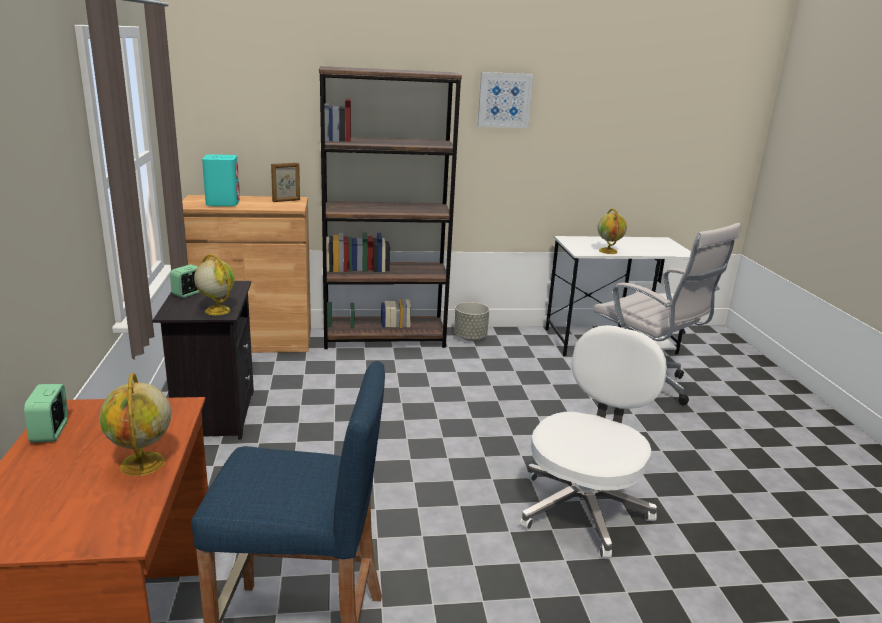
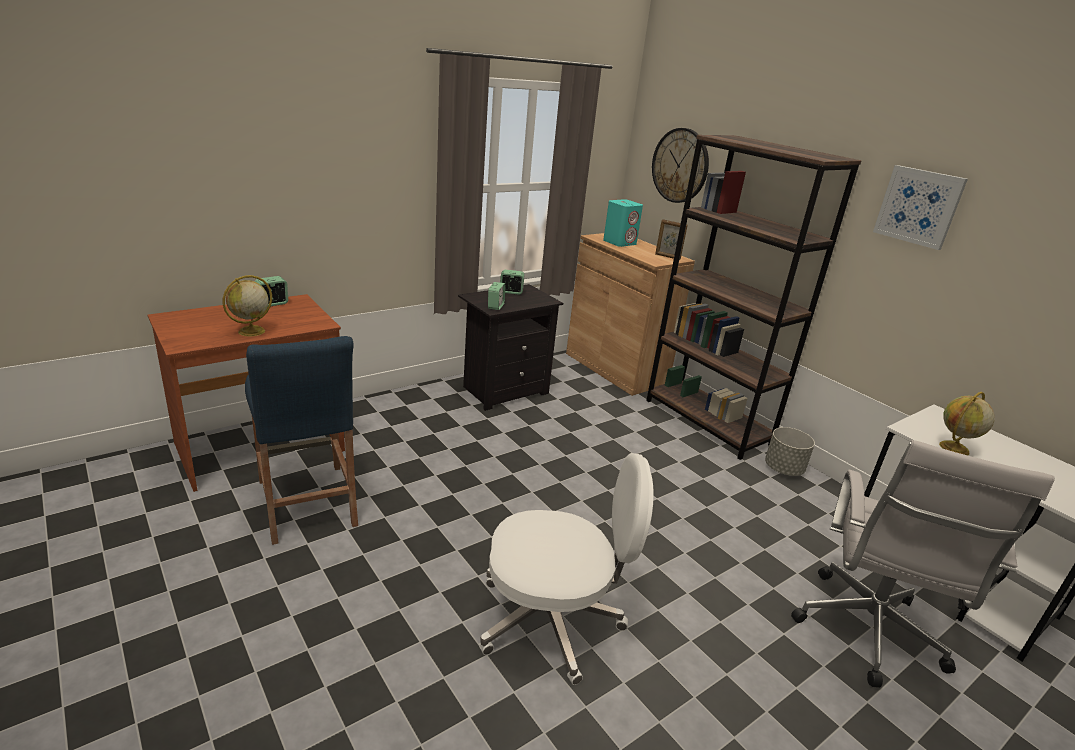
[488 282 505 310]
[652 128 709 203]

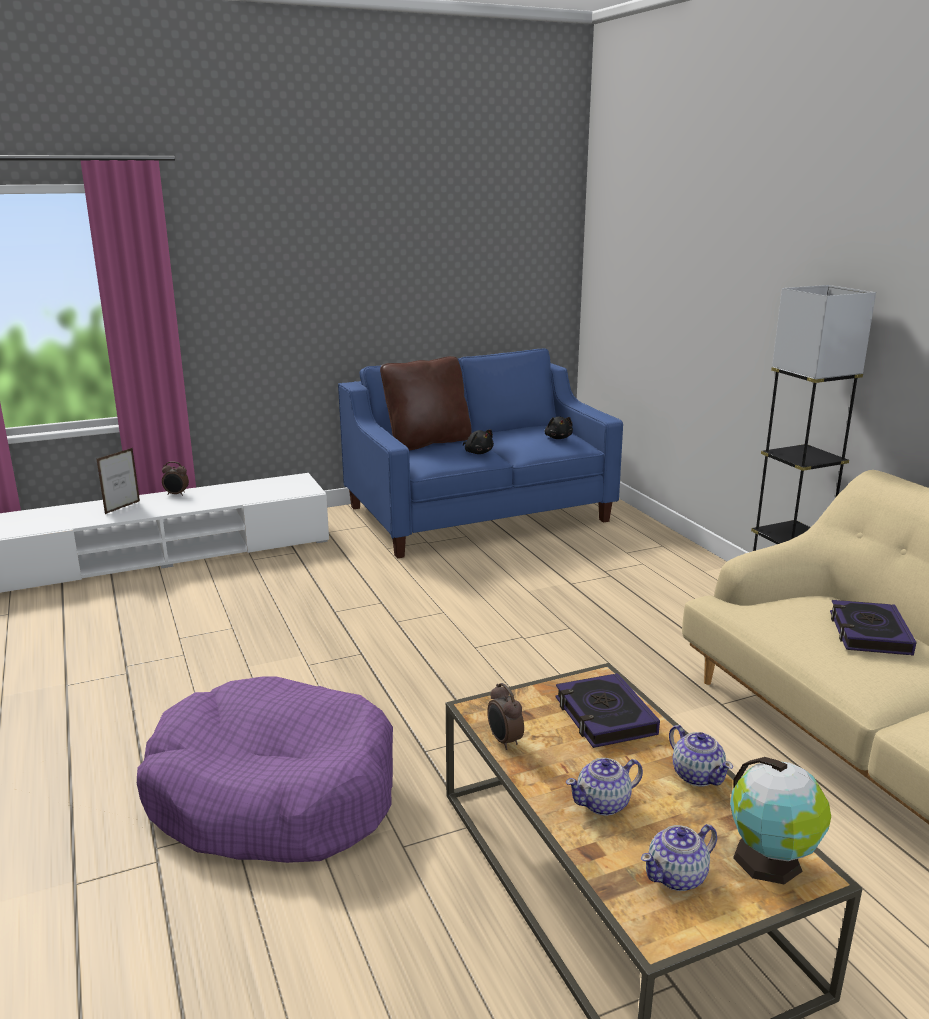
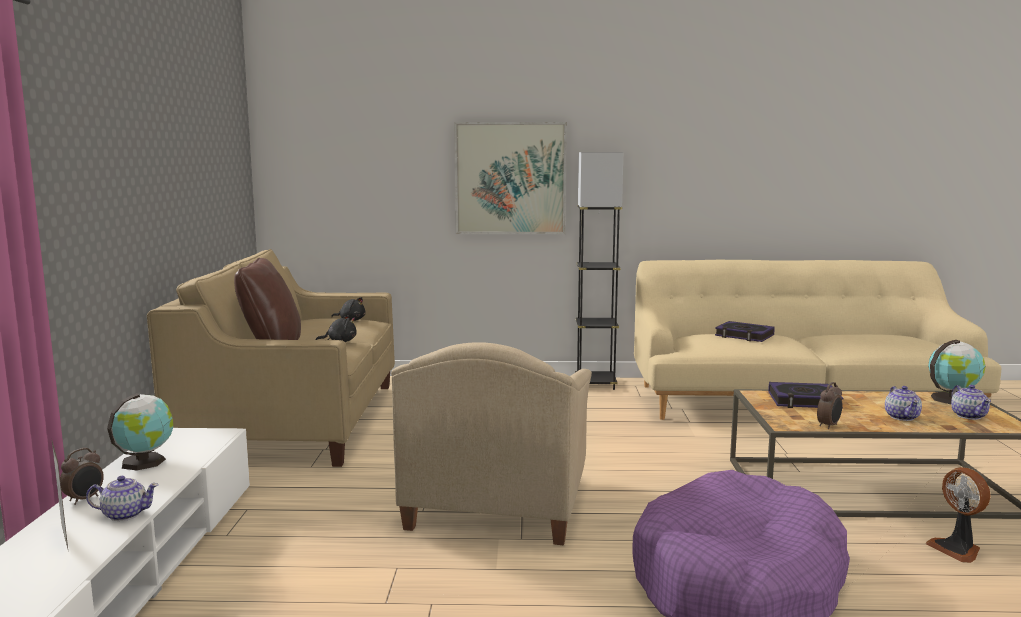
[147 249 395 467]
[817 382 842 429]
[86 476 159 521]
[454 122 567 234]
[391 342 592 545]
[107 393 173 471]
[926 467 991 563]

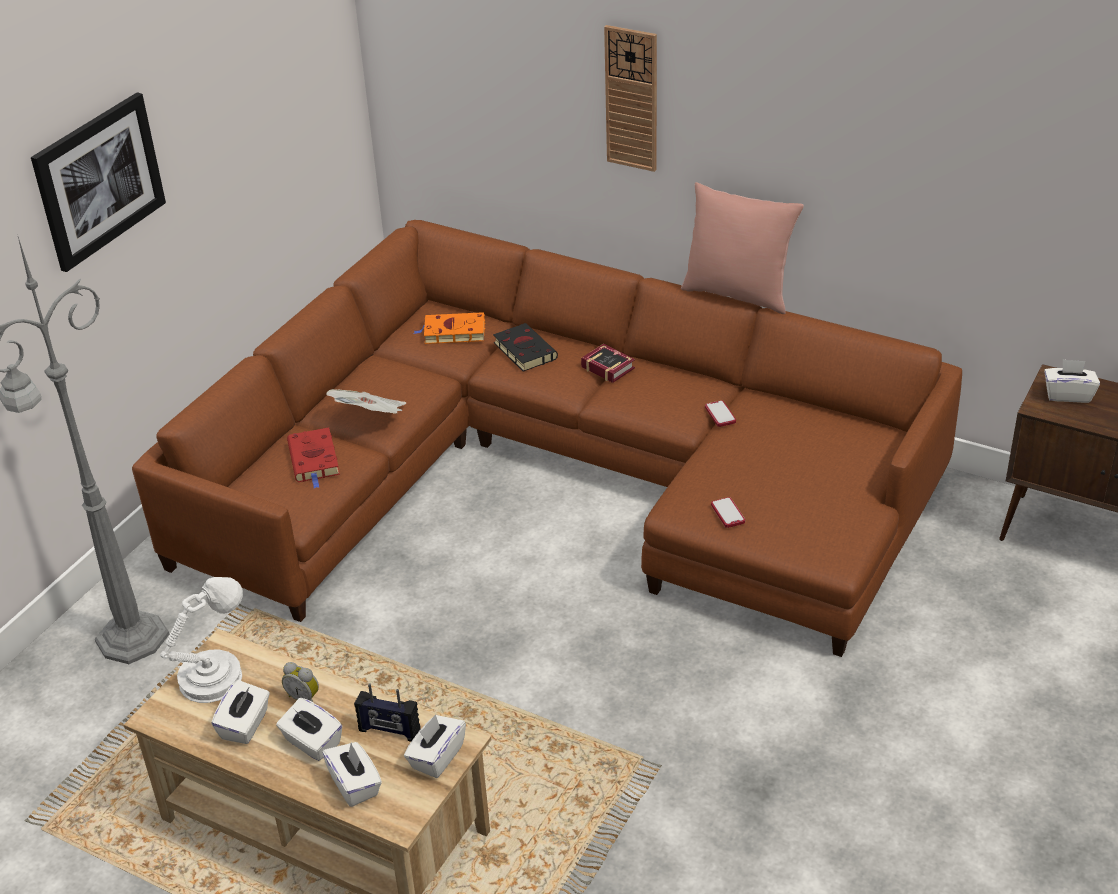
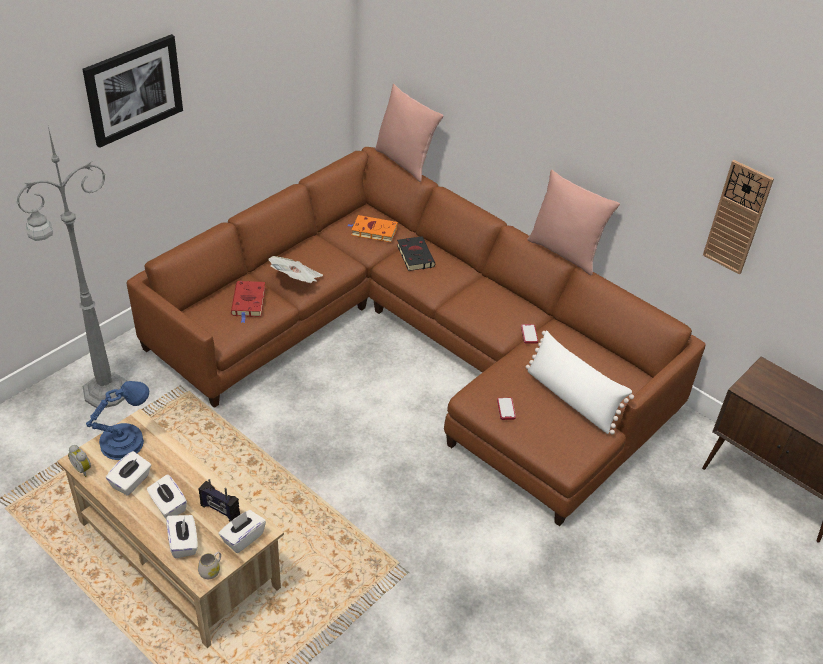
[703 160 774 275]
[581 344 635 383] (first image)
[1044 359 1100 403] (first image)
[86 381 149 460]
[68 445 91 477]
[375 84 443 182]
[526 330 634 435]
[198 552 221 579]

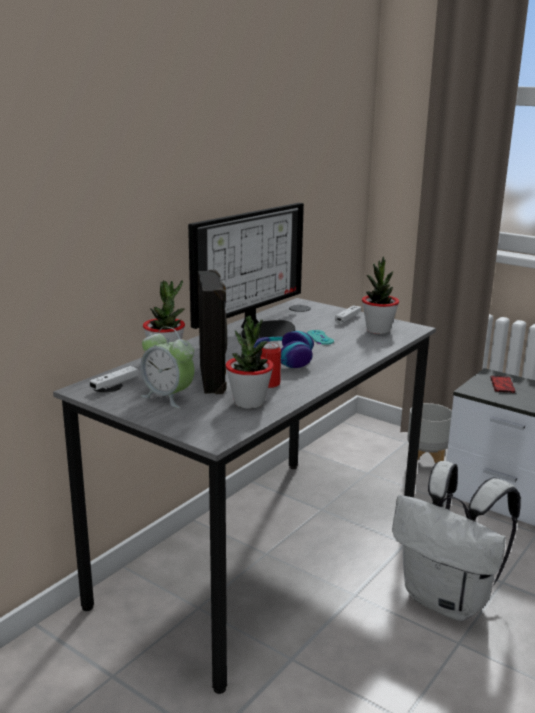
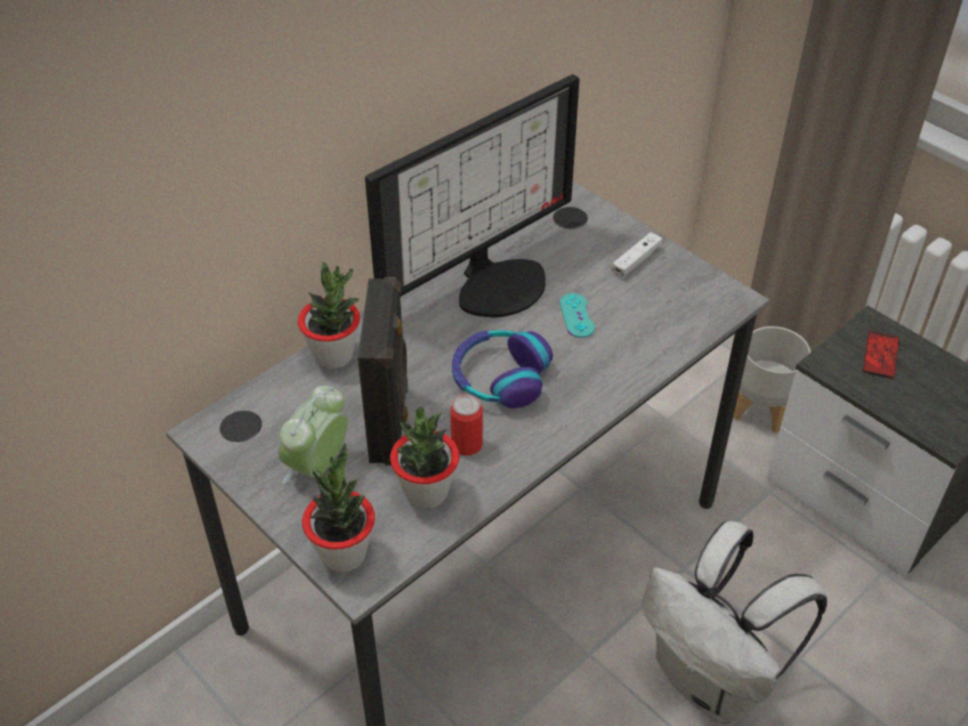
[302 443 375 573]
[278 386 348 484]
[89 366 138 390] (first image)

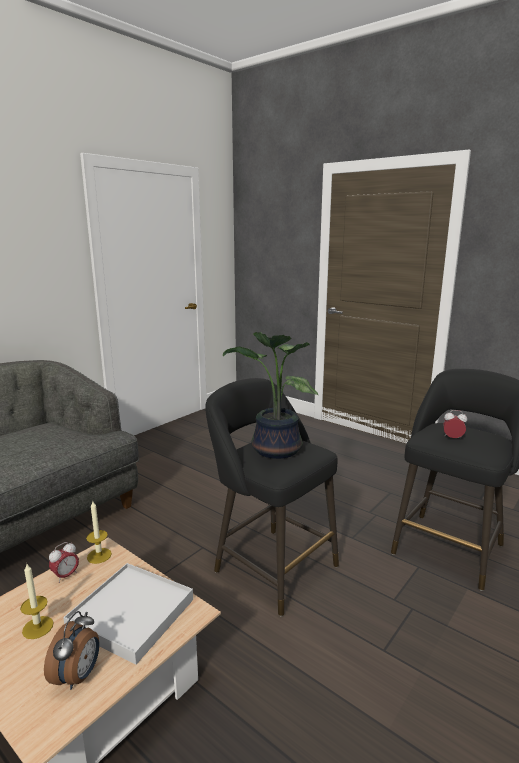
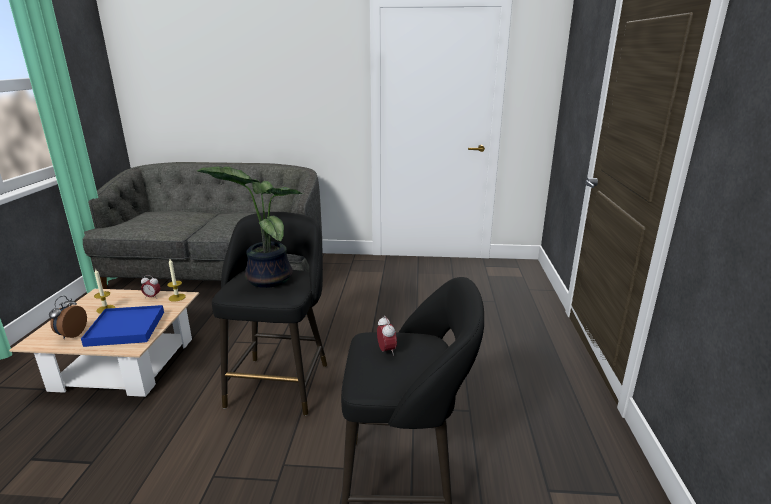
[81 305 164 347]
[49 296 87 339]

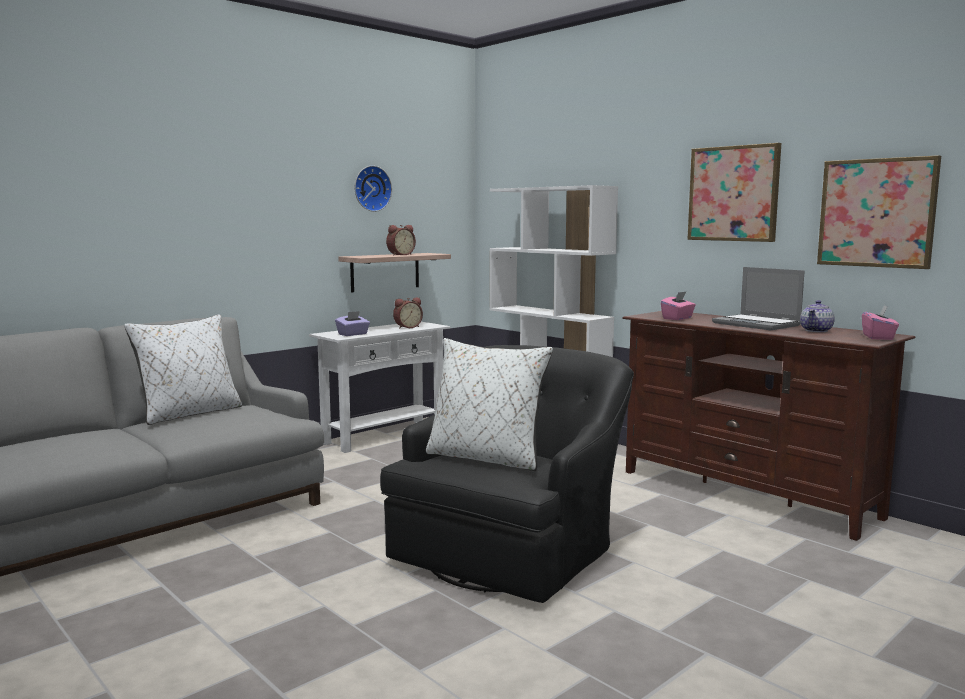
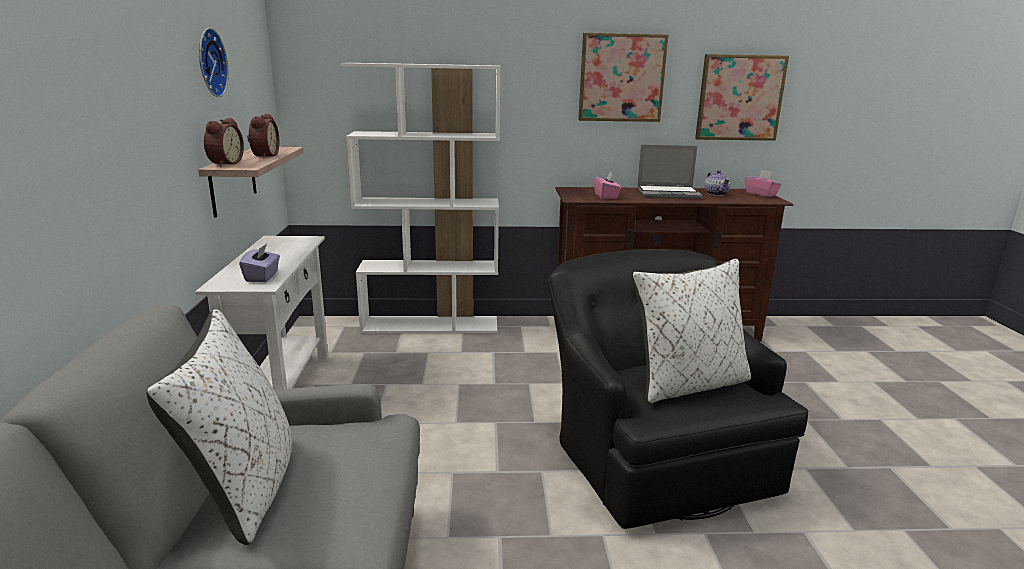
[204 118 244 167]

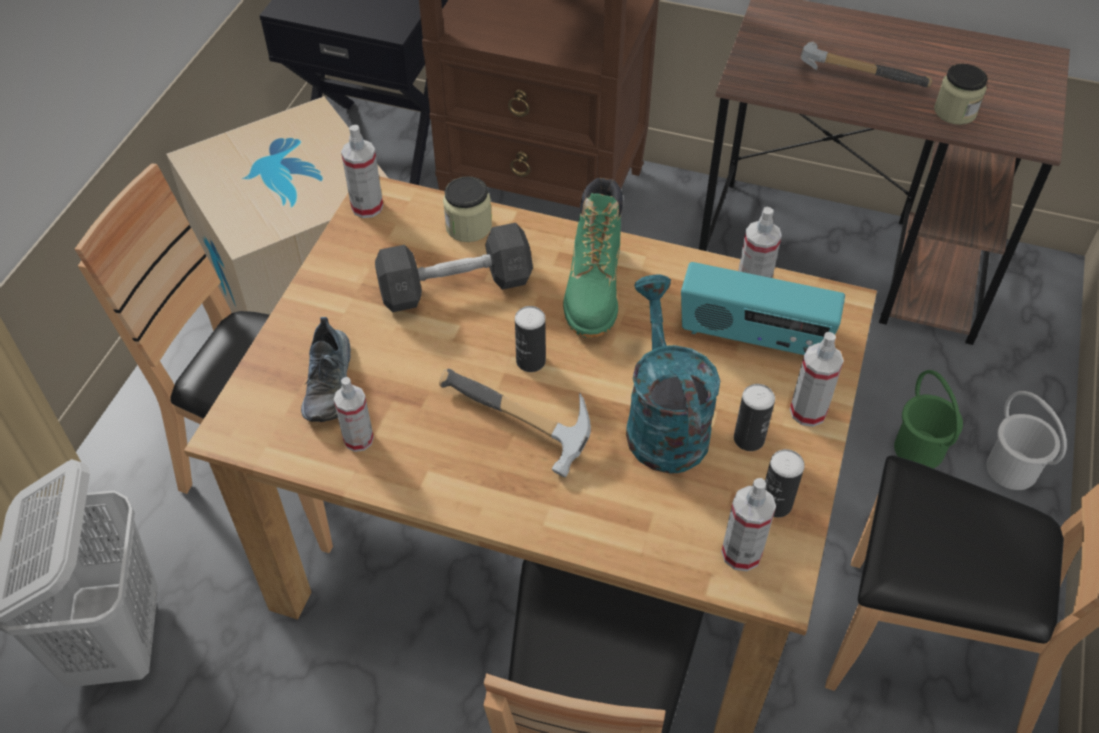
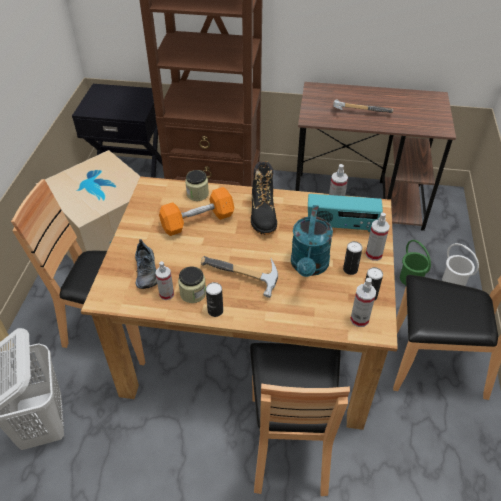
[178 267 206 303]
[341 125 383 218] (first image)
[251 161 277 235]
[159 187 234 236]
[291 205 333 277]
[206 282 223 317]

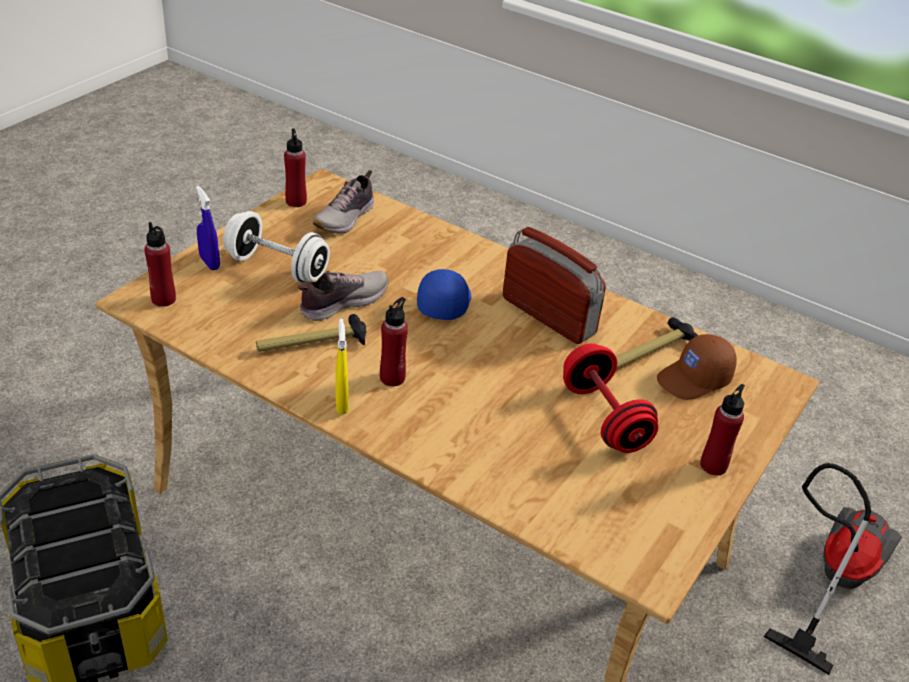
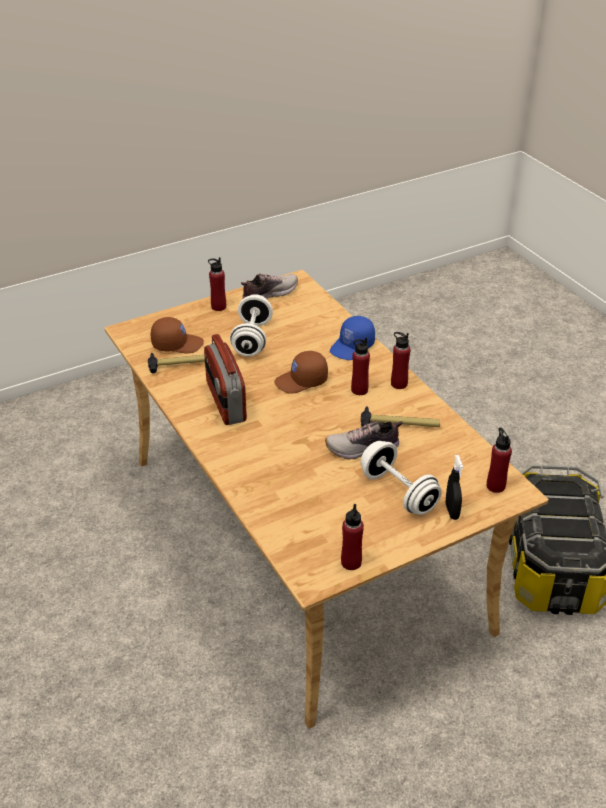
[241 274 298 299]
[445 455 463 520]
[330 316 375 360]
[391 332 411 389]
[230 294 273 356]
[763 463 902 675] (first image)
[274 351 328 394]

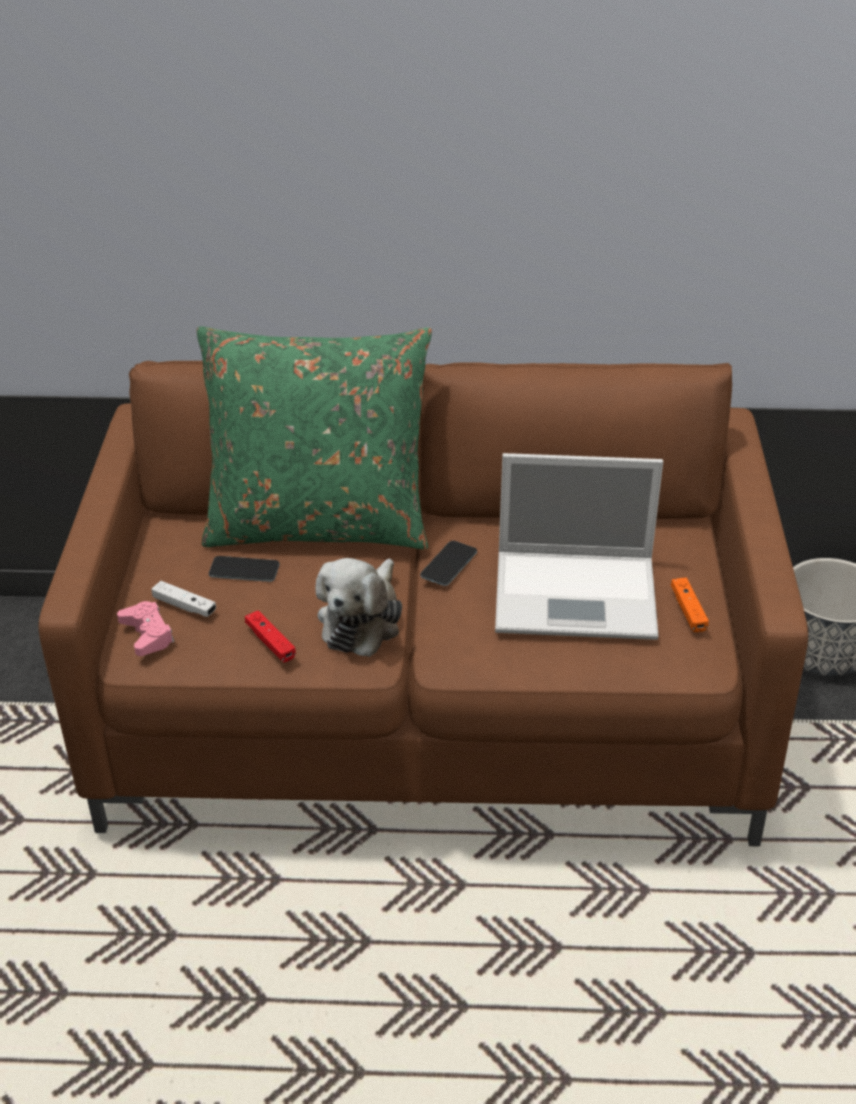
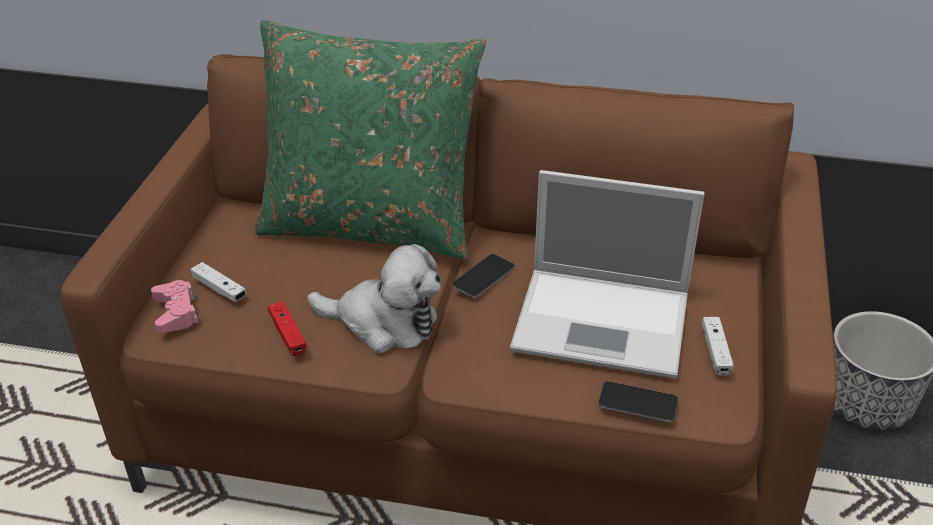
[598 381 678 422]
[307 244 441 353]
[702 317 734 376]

